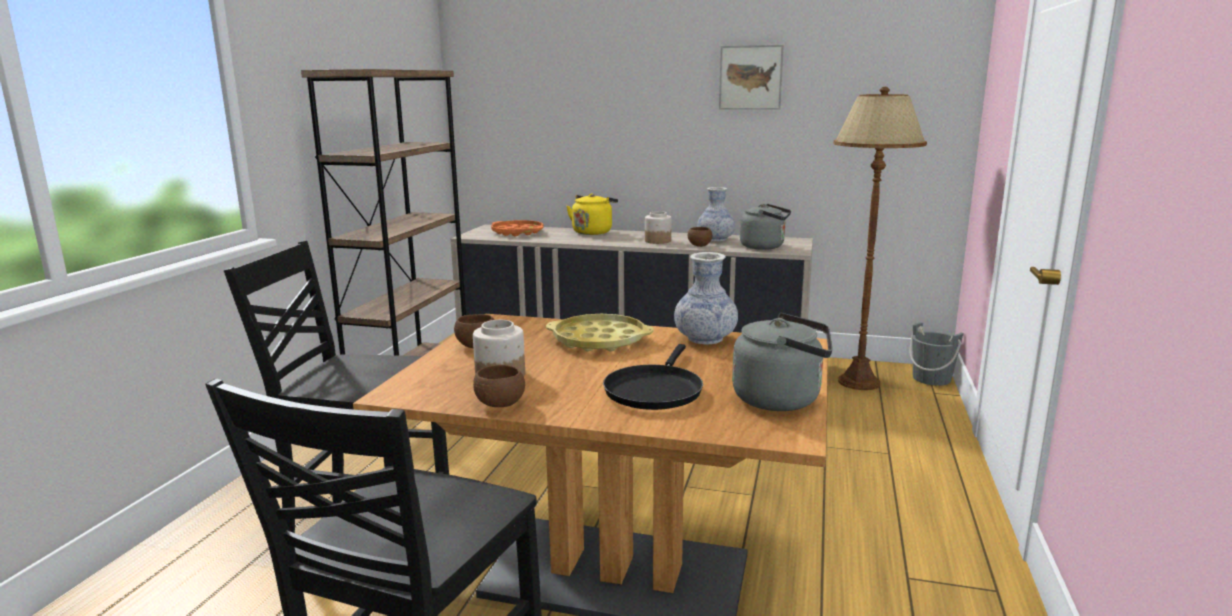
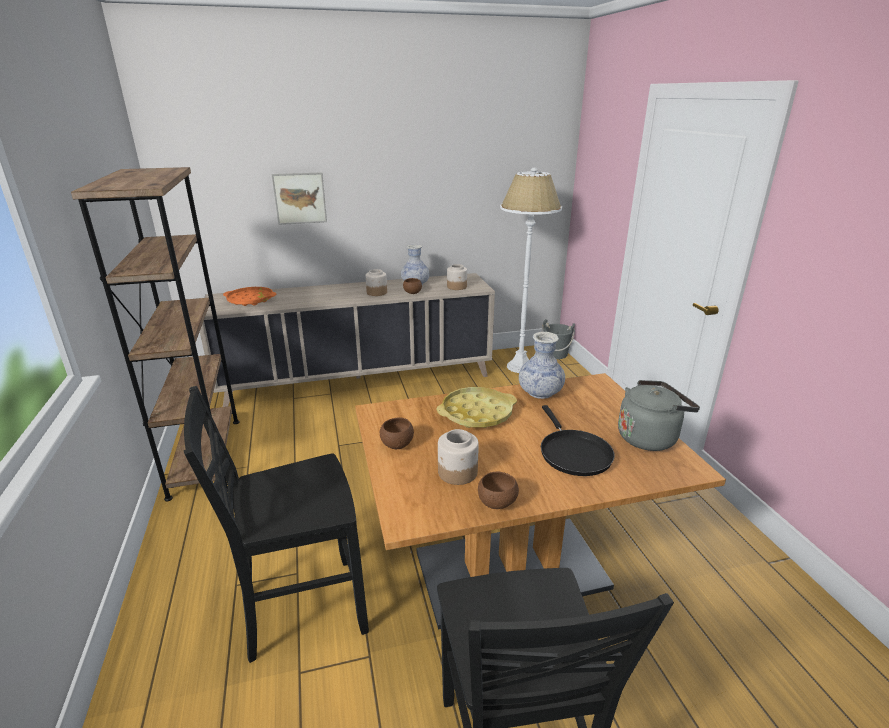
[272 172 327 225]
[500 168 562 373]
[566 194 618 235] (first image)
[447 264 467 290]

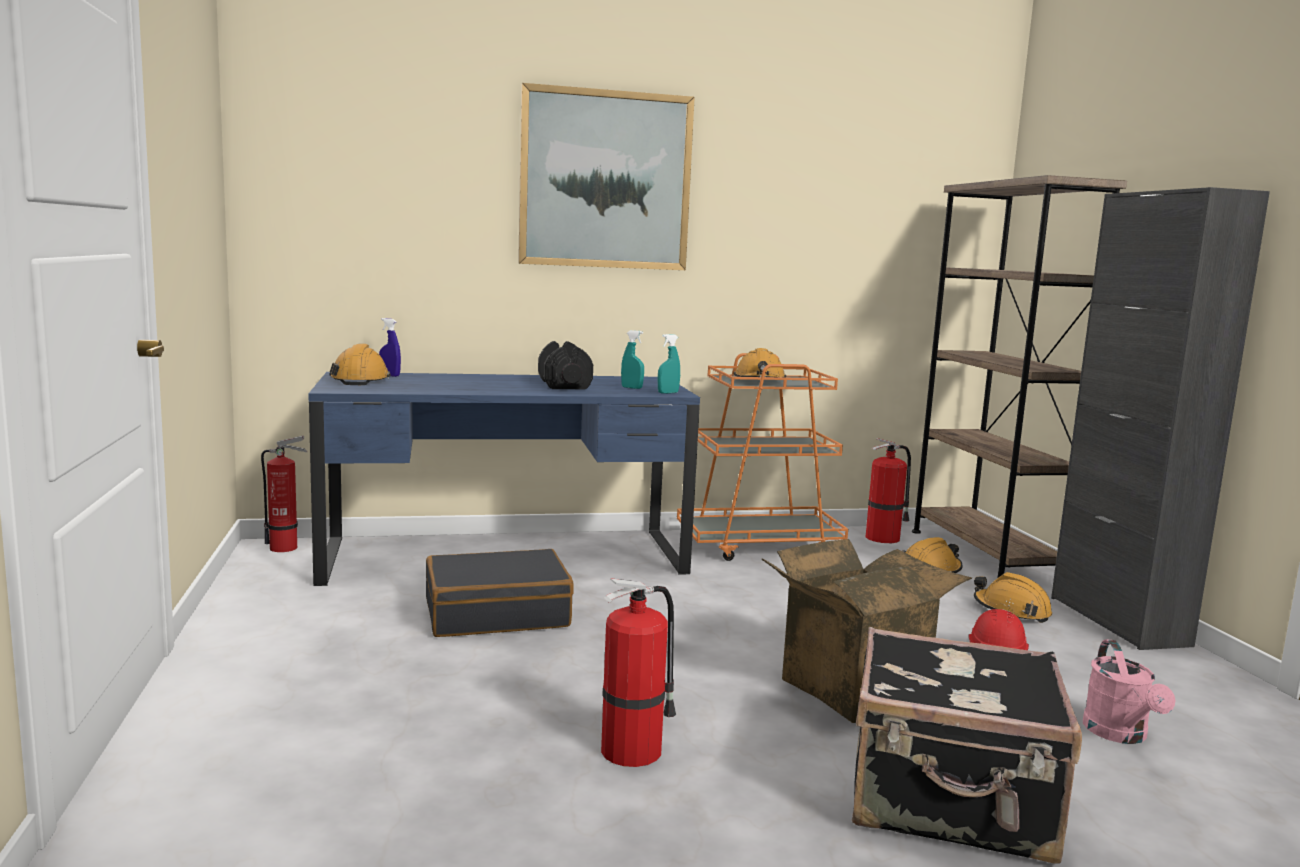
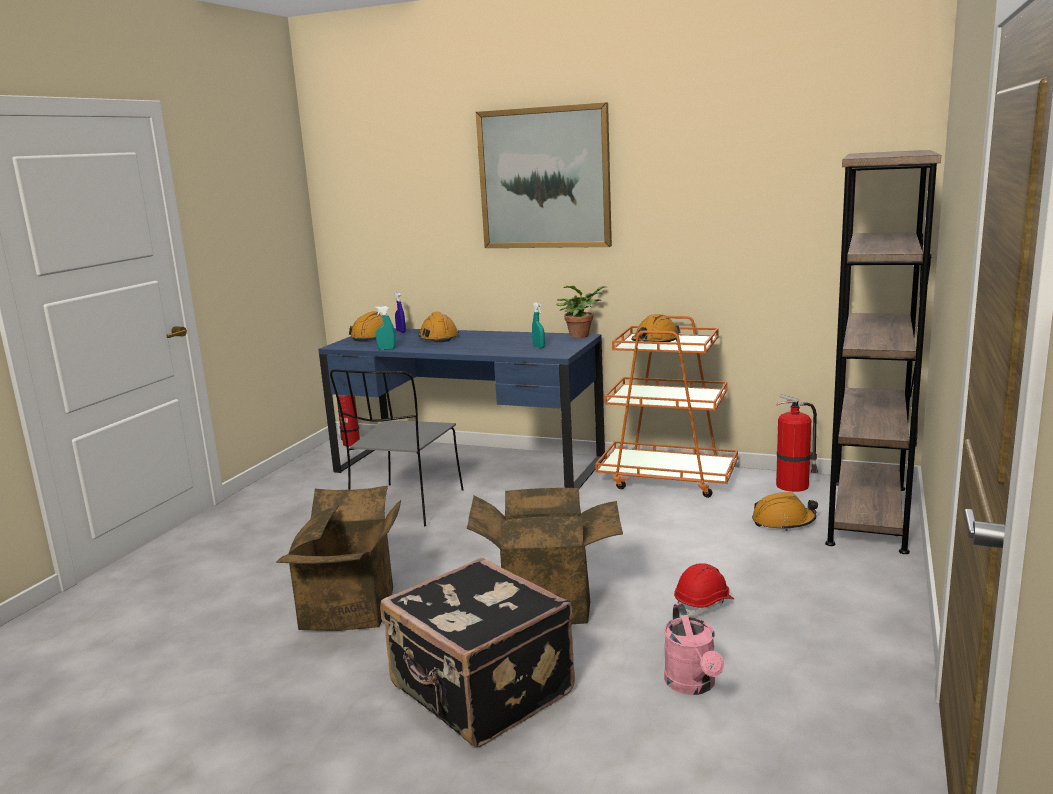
[1051 187 1270 650] (first image)
[375 306 396 350]
[538 341 593 389] (first image)
[330 369 464 526]
[418 312 459 343]
[276 486 401 631]
[664 603 724 695]
[556 286 608 338]

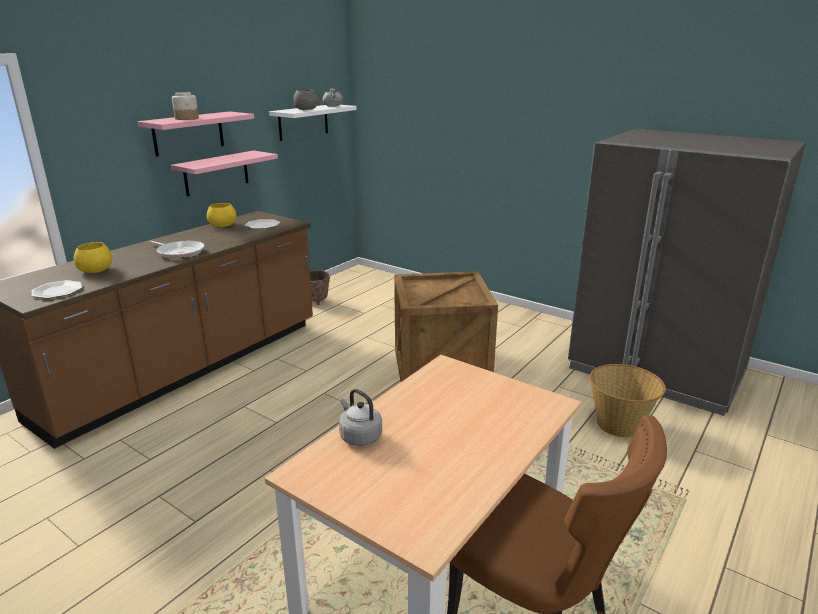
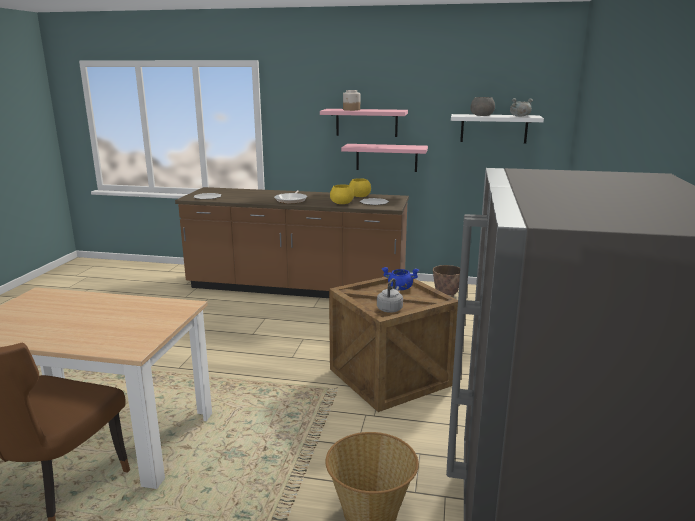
[330 185 354 204]
[377 278 403 313]
[382 267 419 290]

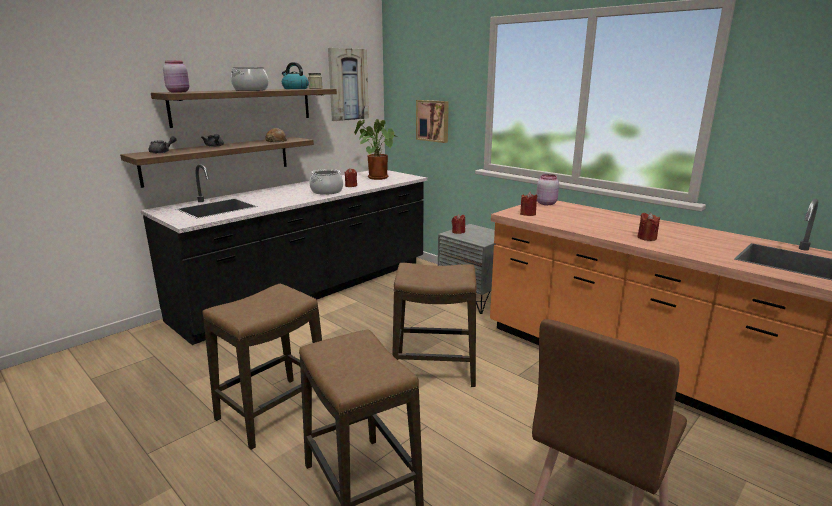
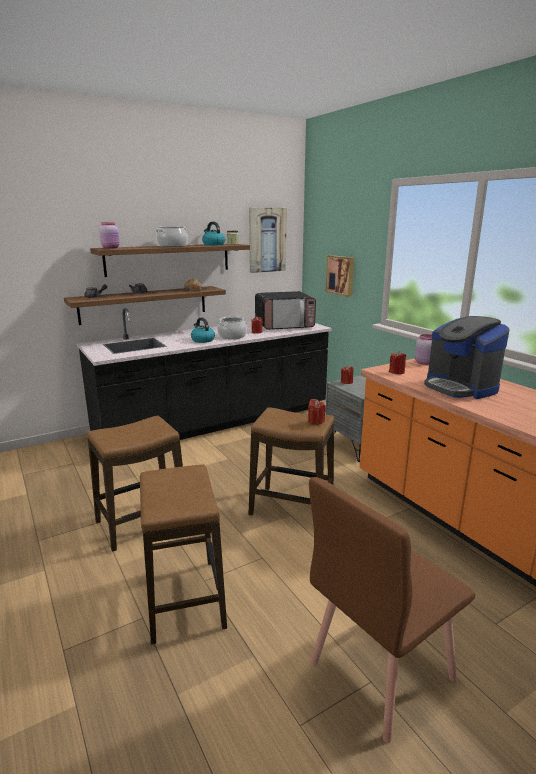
[255 291 316 330]
[308 399 325 425]
[424 316 510 399]
[191 318 215 343]

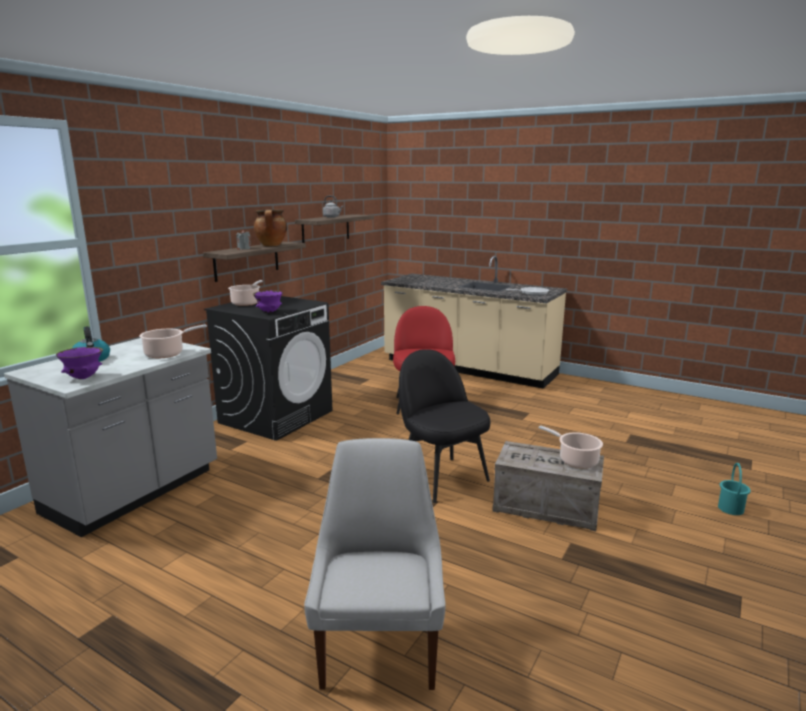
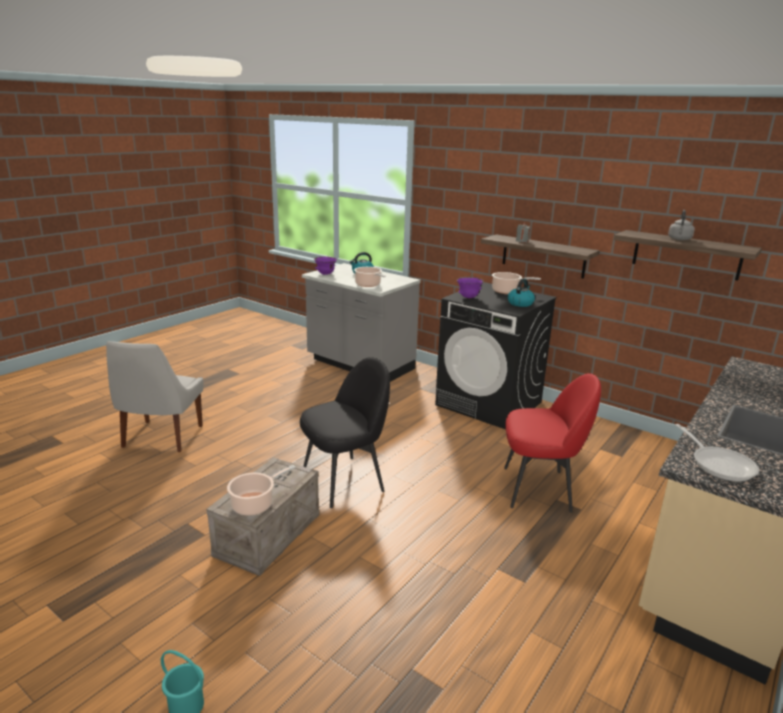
[254 210 287 246] (first image)
[106 341 203 452]
[508 279 535 307]

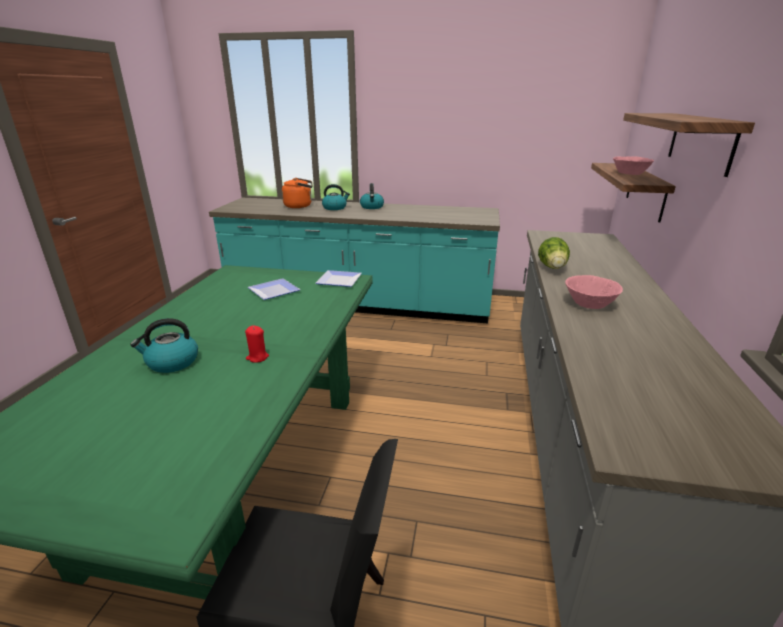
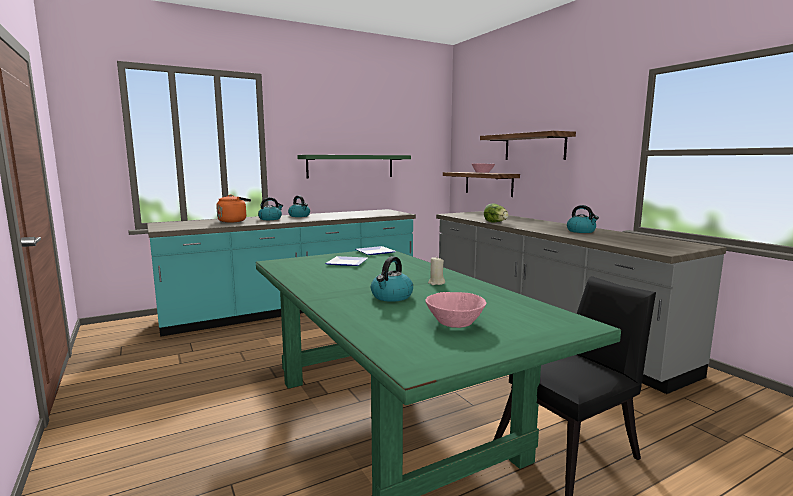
[425 292 487 328]
[428 257 445 285]
[297 155 411 178]
[567 205 599 233]

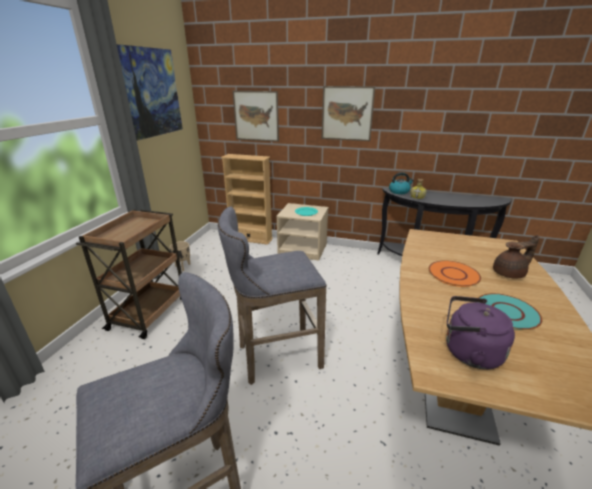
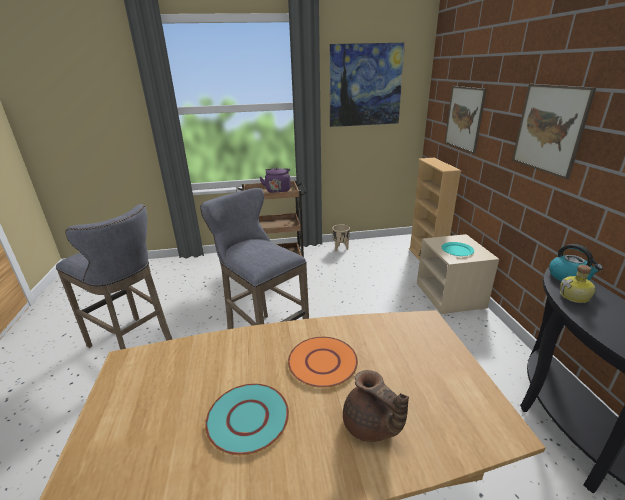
[260 167 291 193]

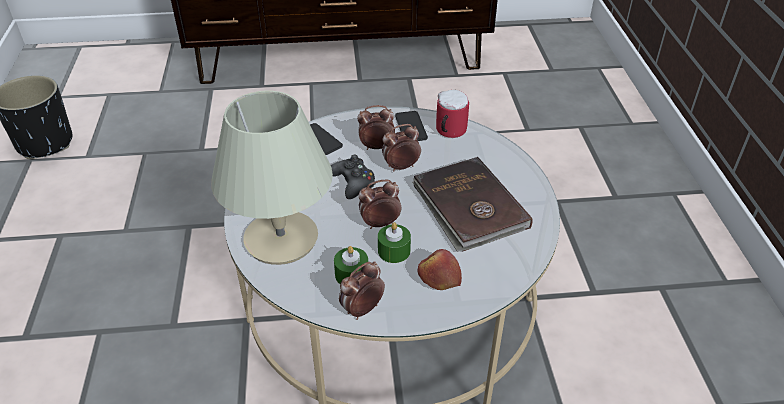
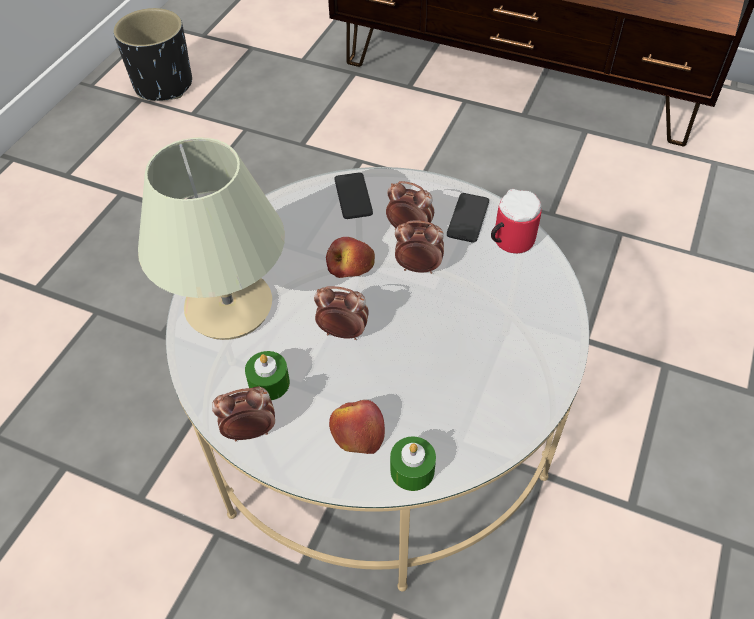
[326 237 375 278]
[412 157 533 252] (first image)
[390 436 436 491]

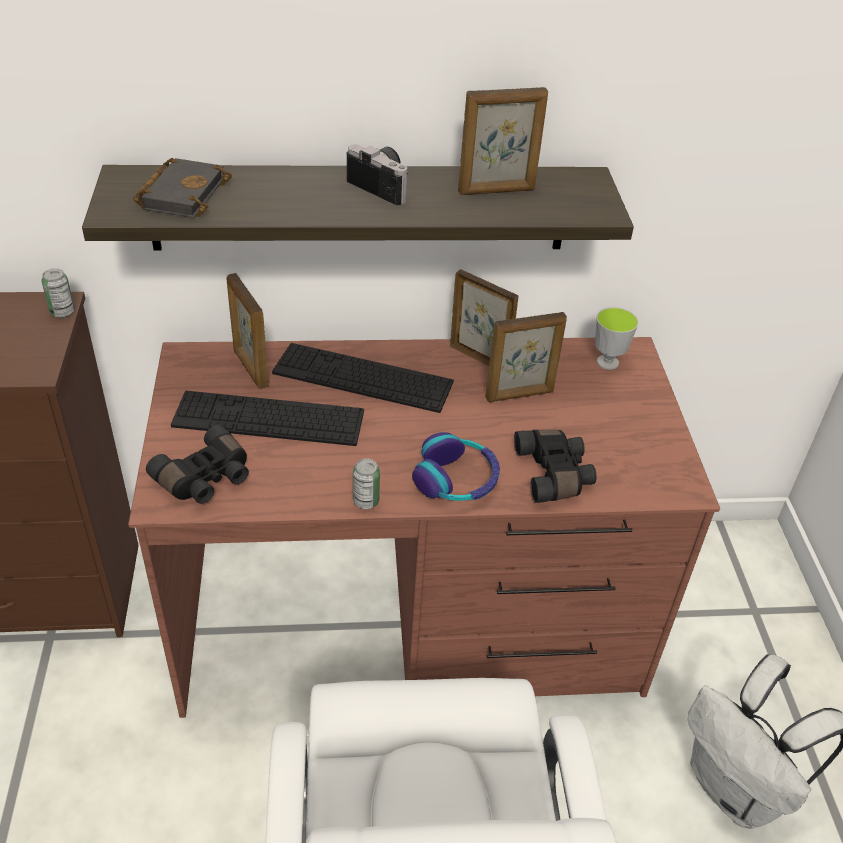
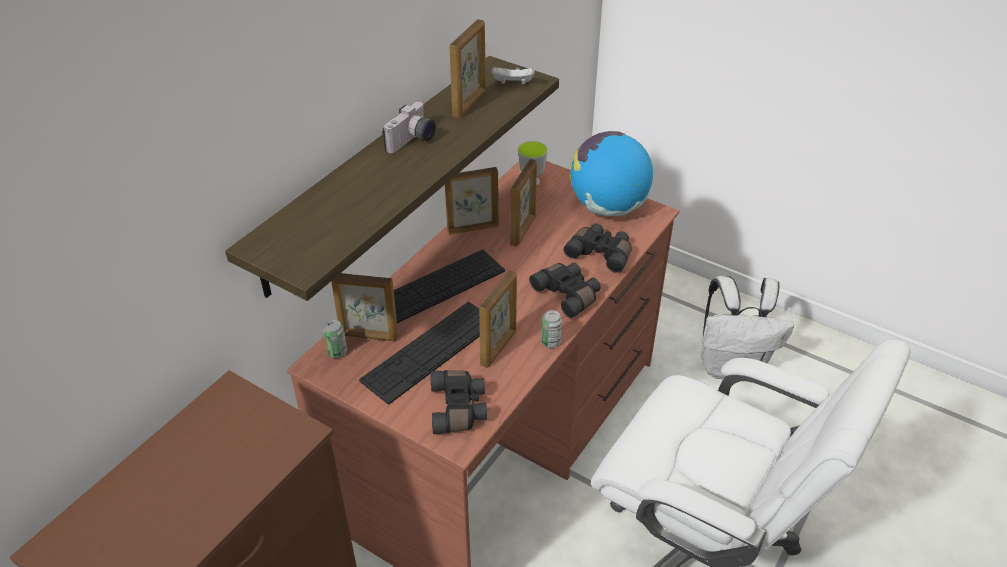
[382 102 436 153]
[133 158 232 218] (first image)
[323 320 347 358]
[529 263 601 318]
[492 67 535 84]
[570 131 653 216]
[479 270 517 368]

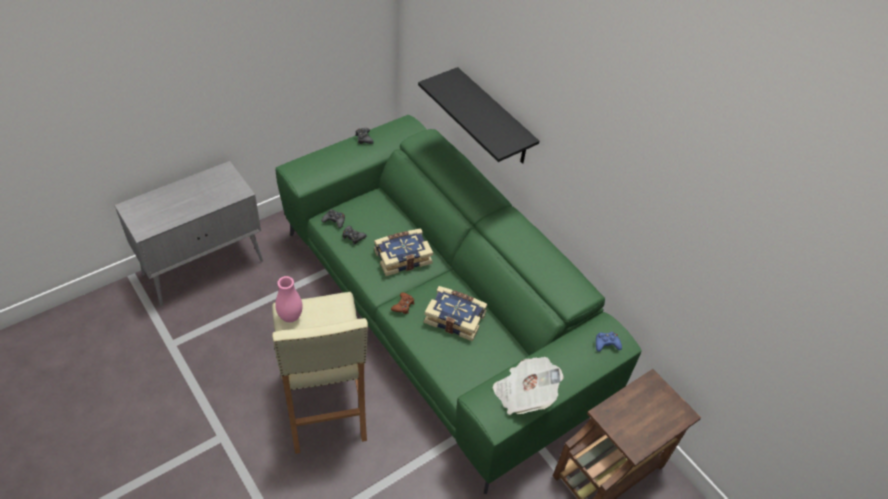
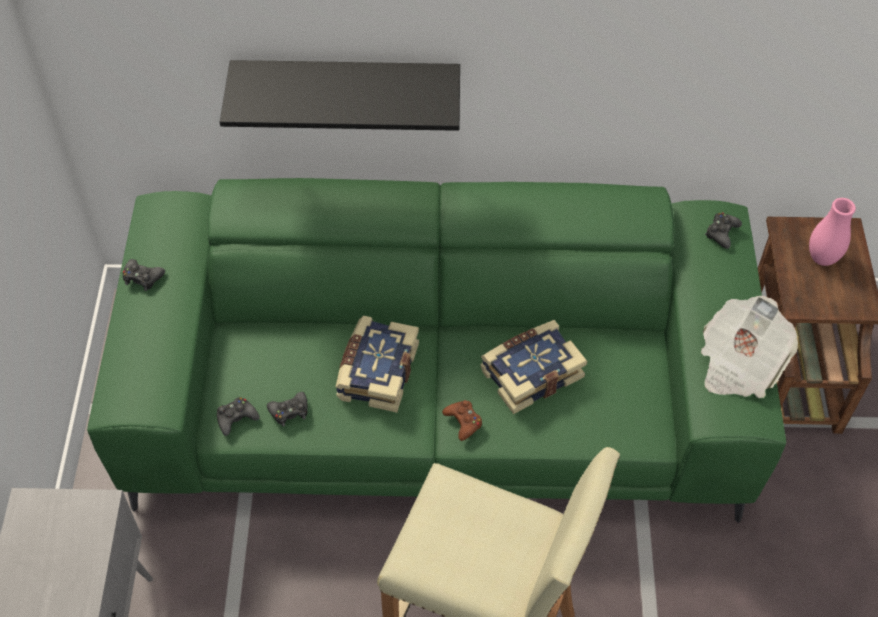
[809 198 856 266]
[705 213 742 249]

